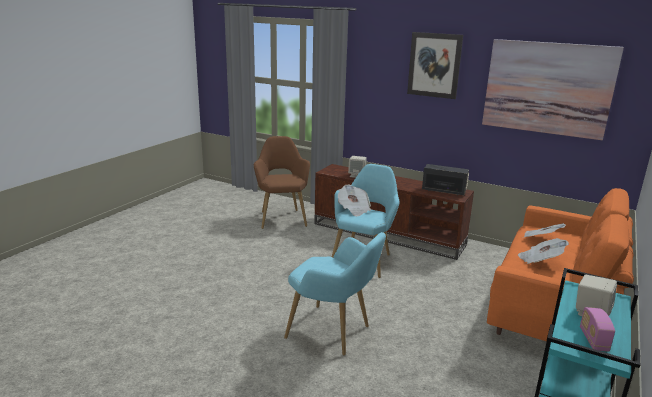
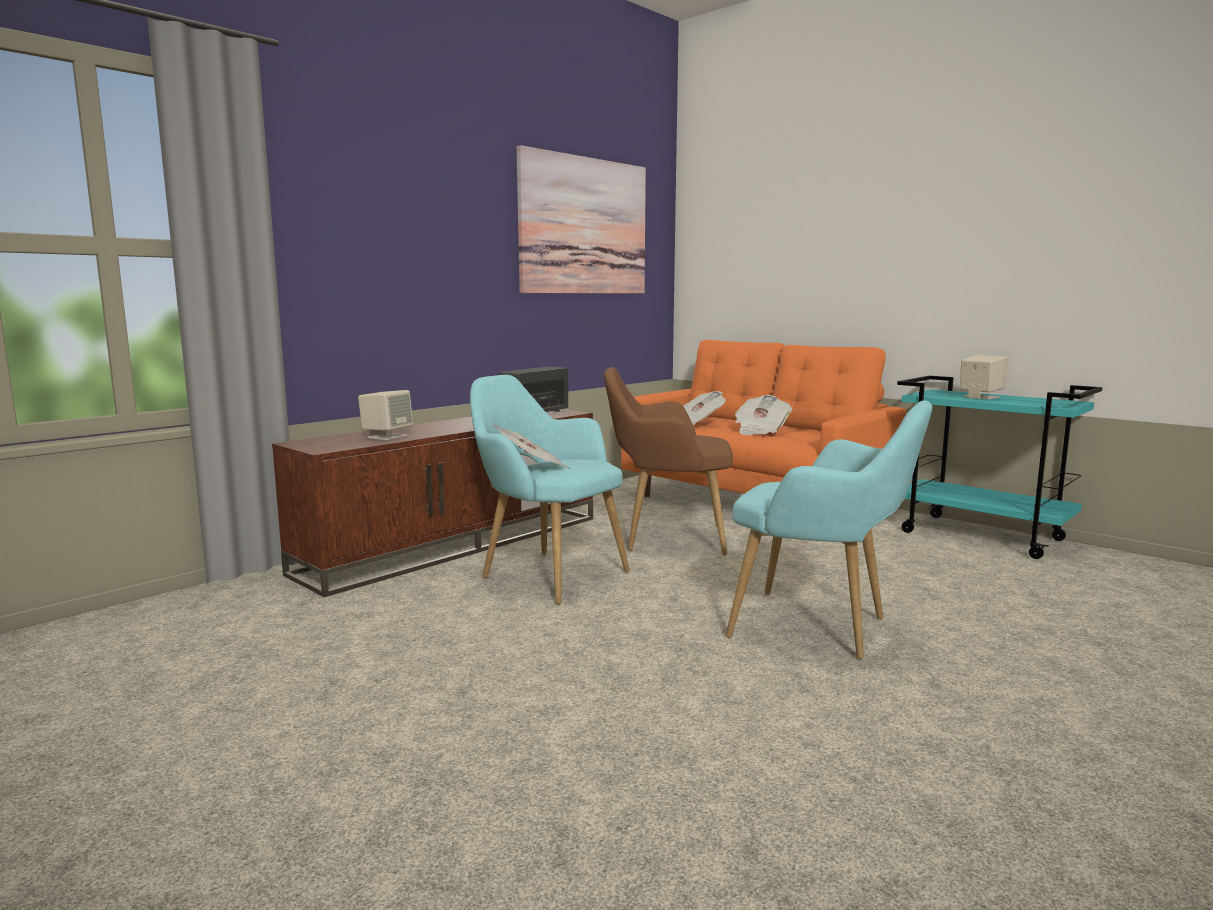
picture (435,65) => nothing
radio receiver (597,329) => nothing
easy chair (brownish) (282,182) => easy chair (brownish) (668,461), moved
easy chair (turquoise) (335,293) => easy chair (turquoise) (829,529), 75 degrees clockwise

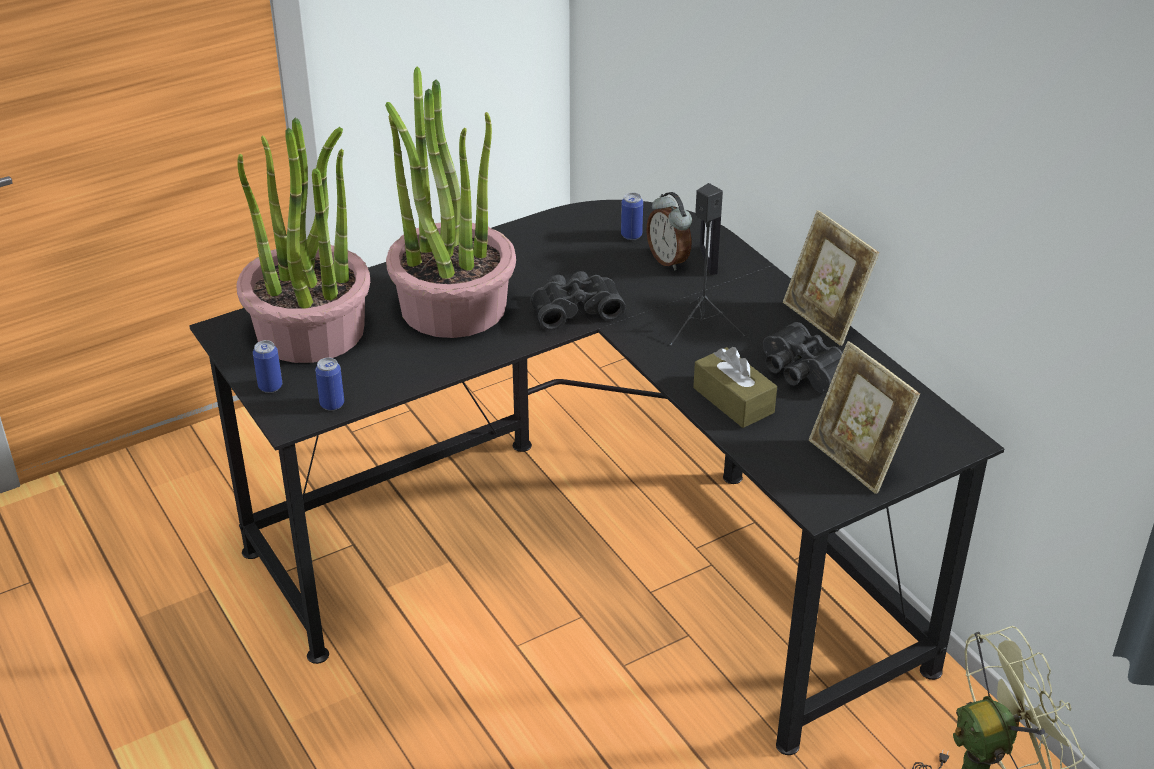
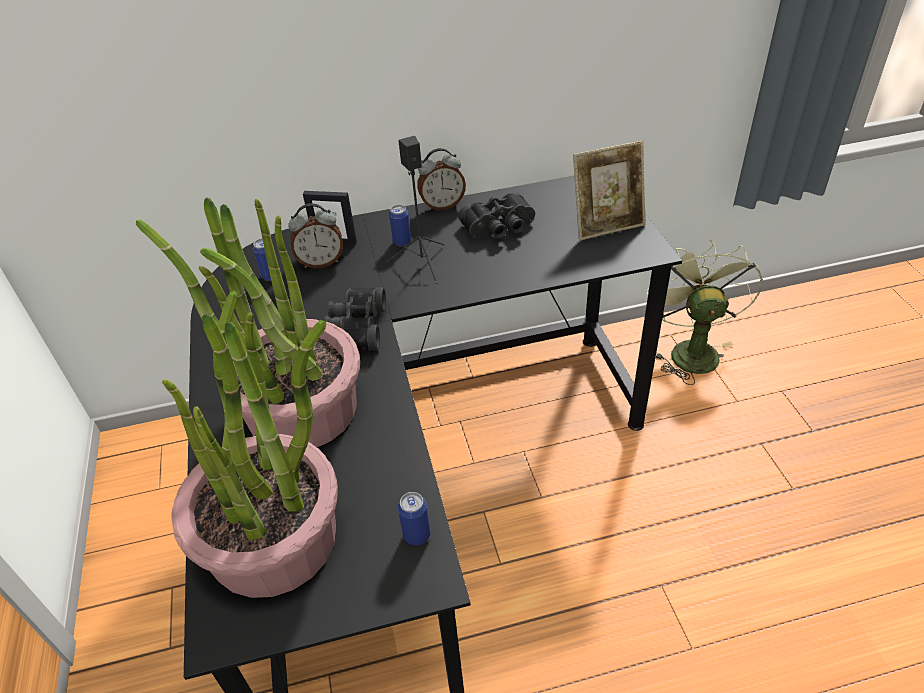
tissue box (brownish) (735,387) => nothing
metal can (267,366) => metal can (400,225), moved
photo frame (831,278) => table clock (441,179)

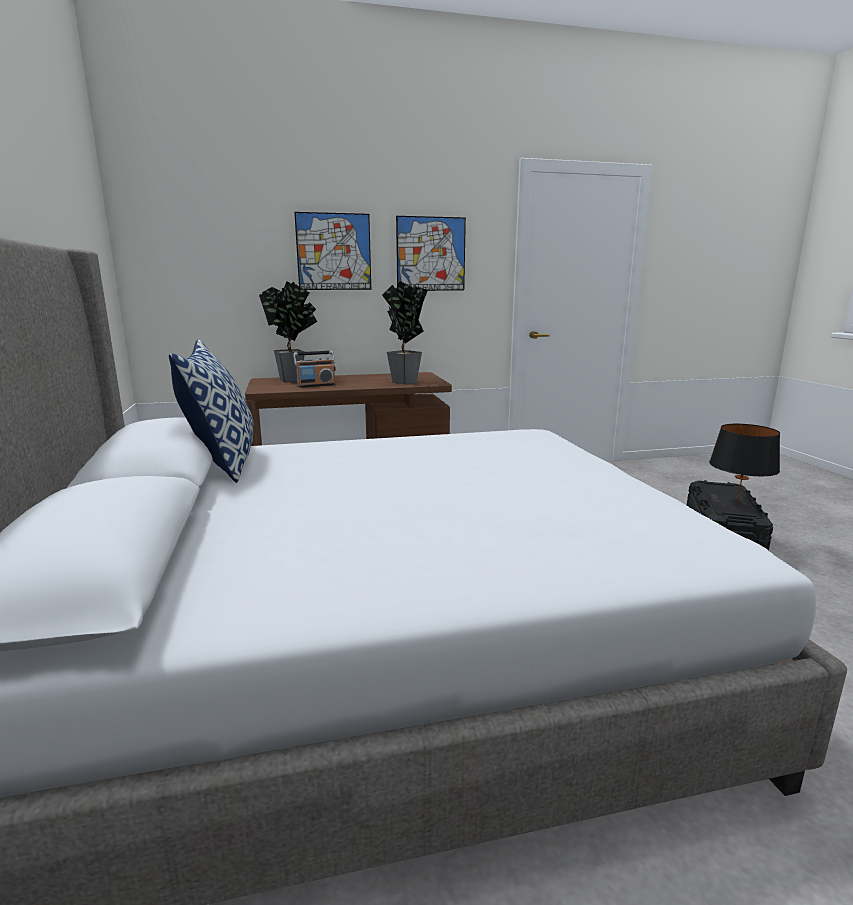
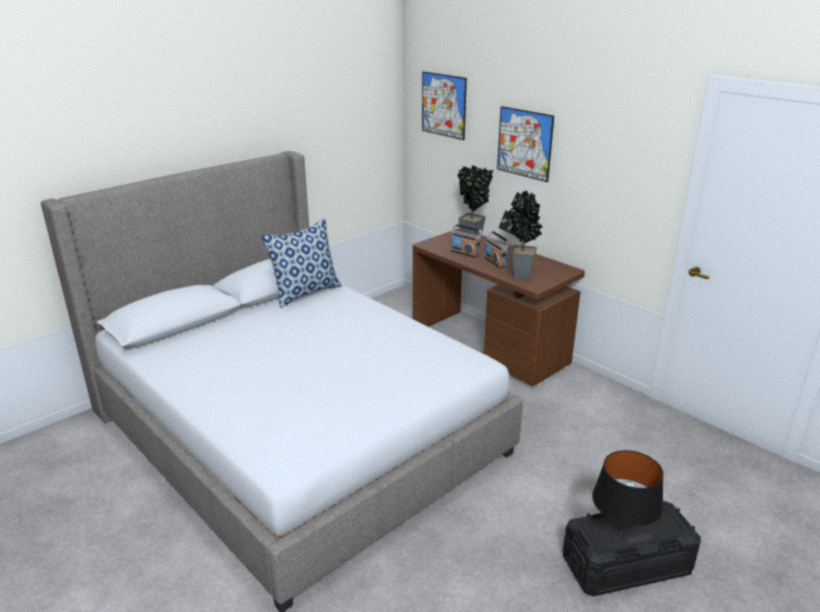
nothing => radio receiver (497,249)
picture (431,253) => picture (444,105), moved

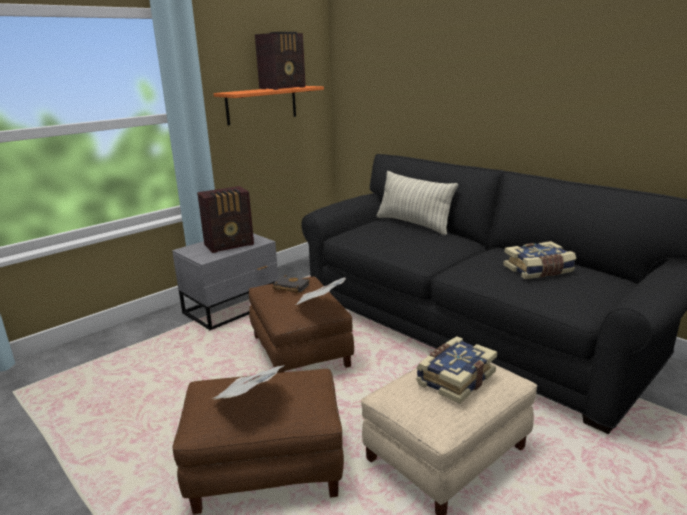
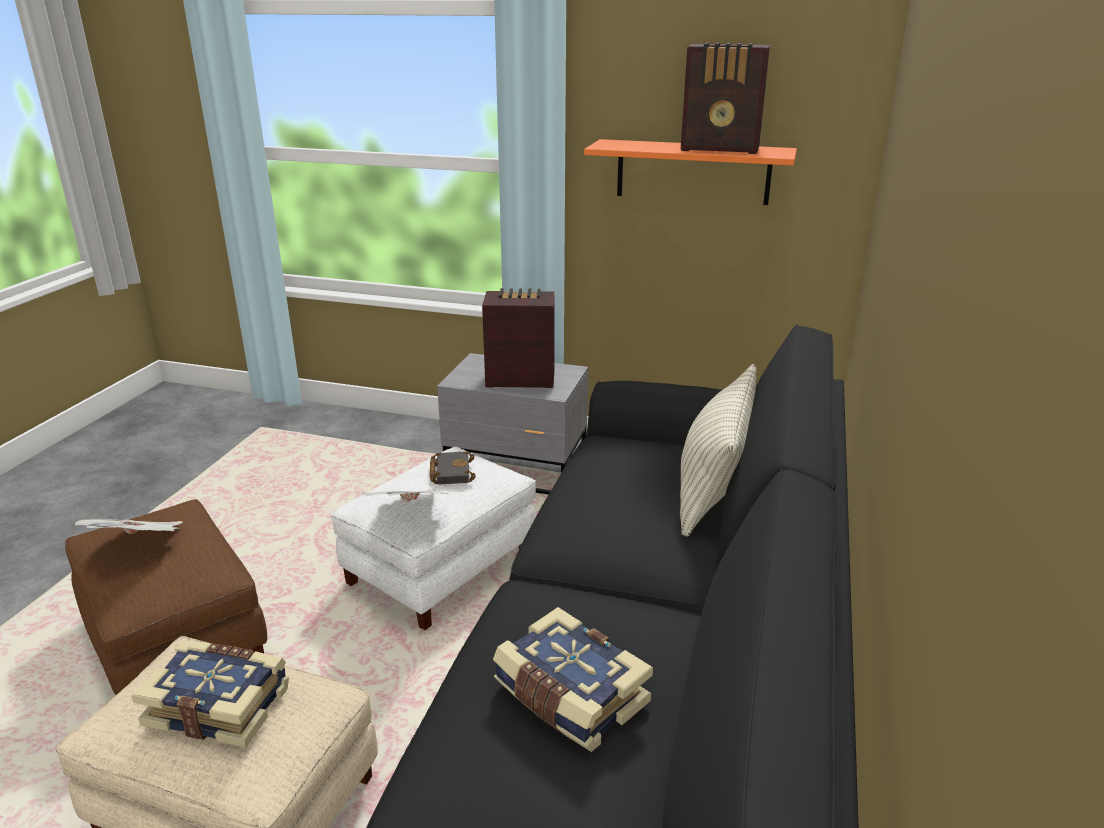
pouffe (brownish) (301,325) => pouffe (white) (433,538)
radio receiver (225,219) => radio receiver (518,338), 150 degrees clockwise

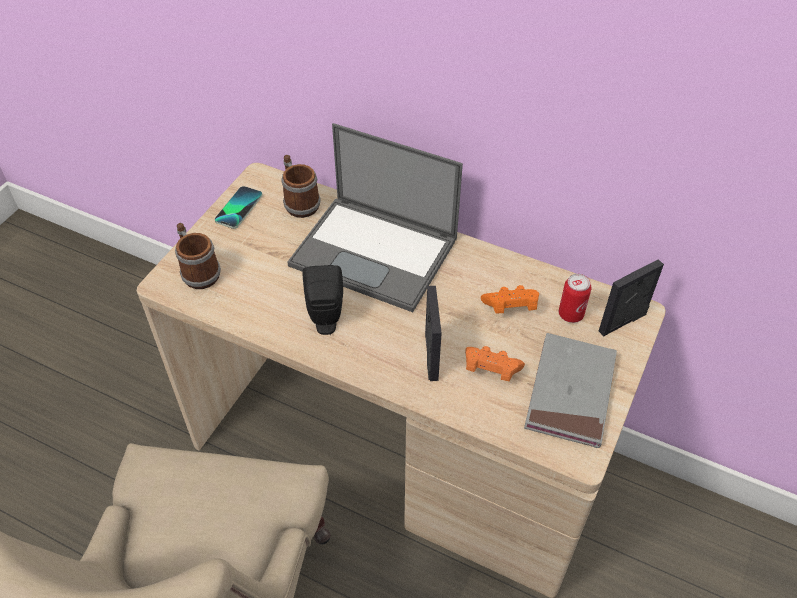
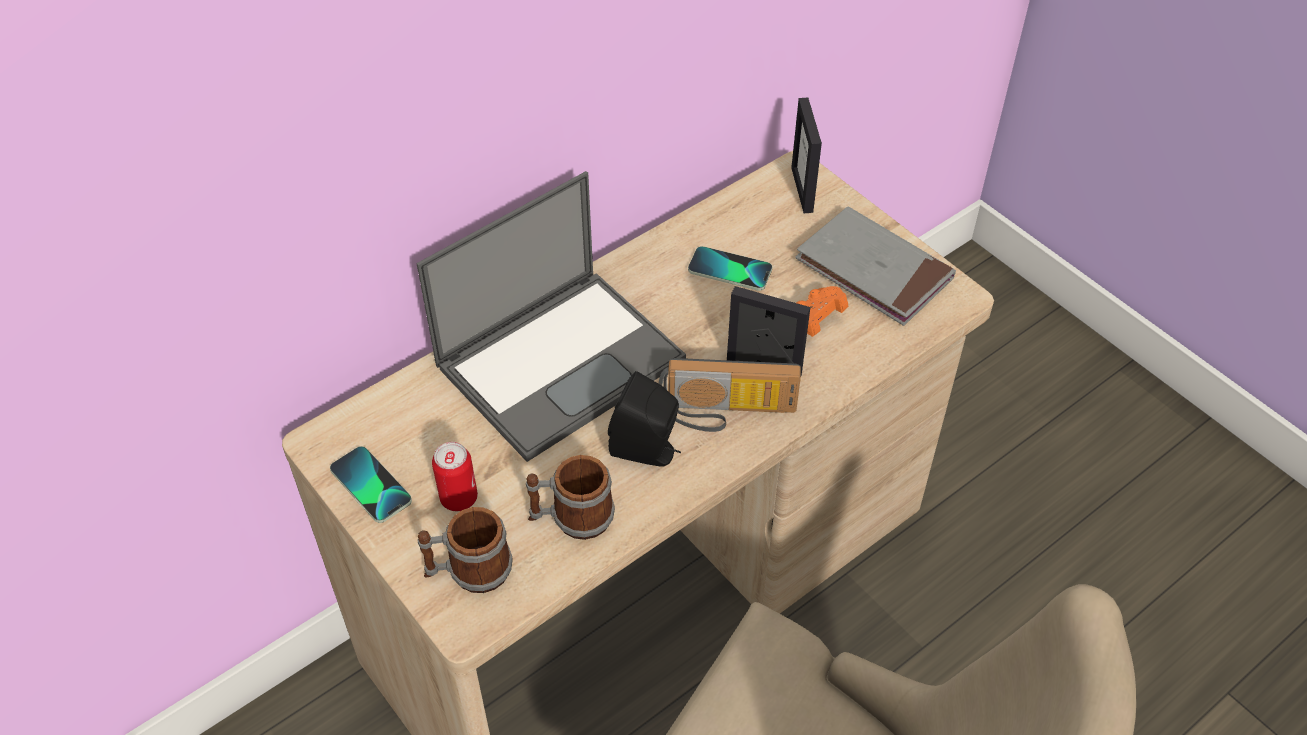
nothing => radio receiver (729,395)
mug (301,186) => mug (570,497), moved
metal can (575,298) => metal can (455,476), moved
joypad (orange) (510,299) => telephone (730,268)

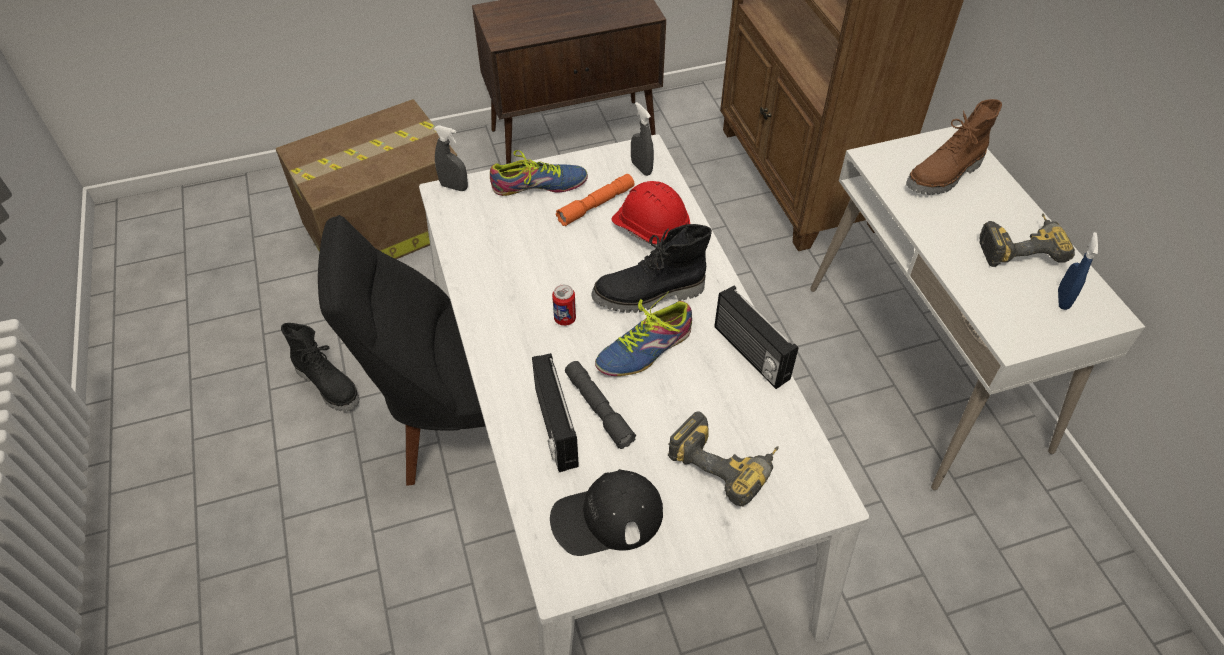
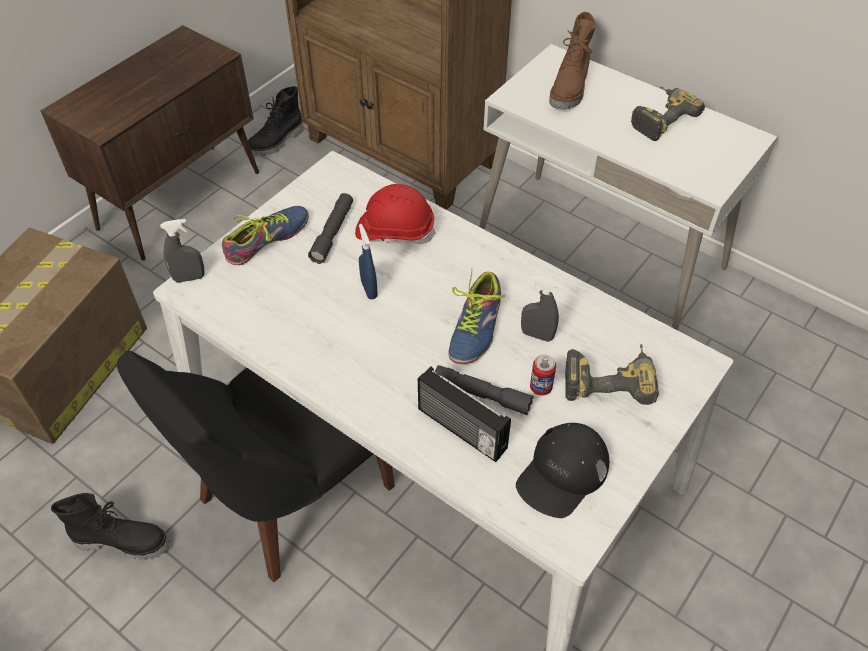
radio receiver (756,337) => nothing
metal can (564,305) => metal can (543,375), moved
boot (black-coloured) (651,268) => boot (black-coloured) (276,121), moved
spray bottle (greyish) (642,139) => spray bottle (greyish) (540,309), moved
spray bottle (blue) (1078,271) => spray bottle (blue) (368,261), moved
hand torch (orange) (595,200) => hand torch (greyish) (330,228)

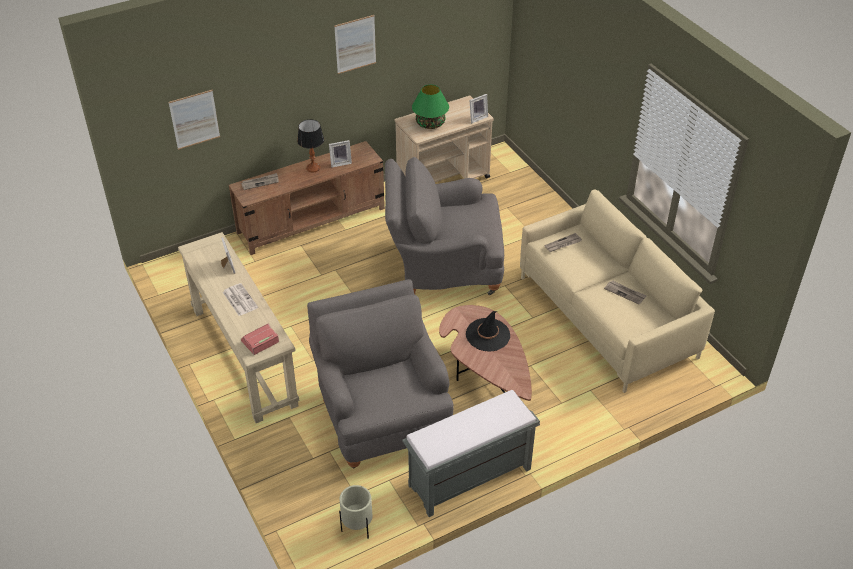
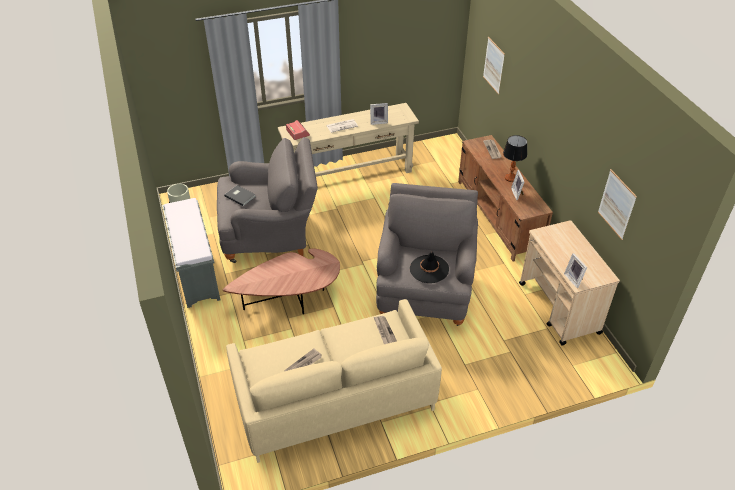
table lamp (green) (430,106) => nothing
nothing => book (greyish) (240,195)
picture (355,44) => picture (617,204), moved
wearable hat (black-coloured) (488,331) => wearable hat (black-coloured) (429,267), moved

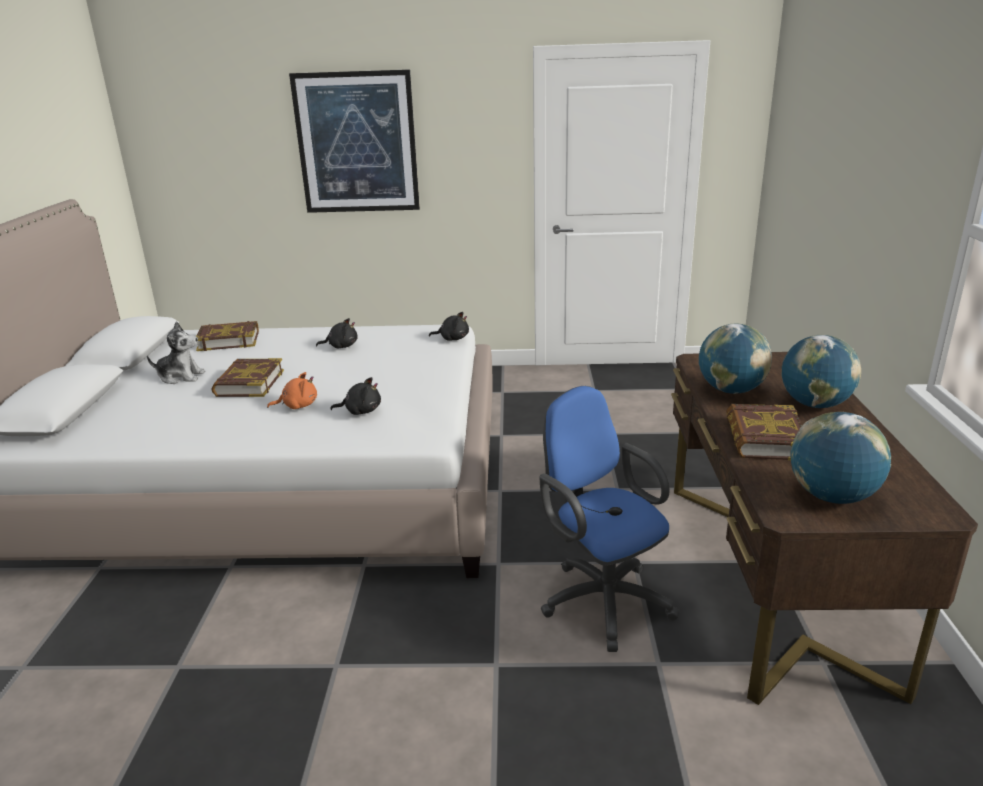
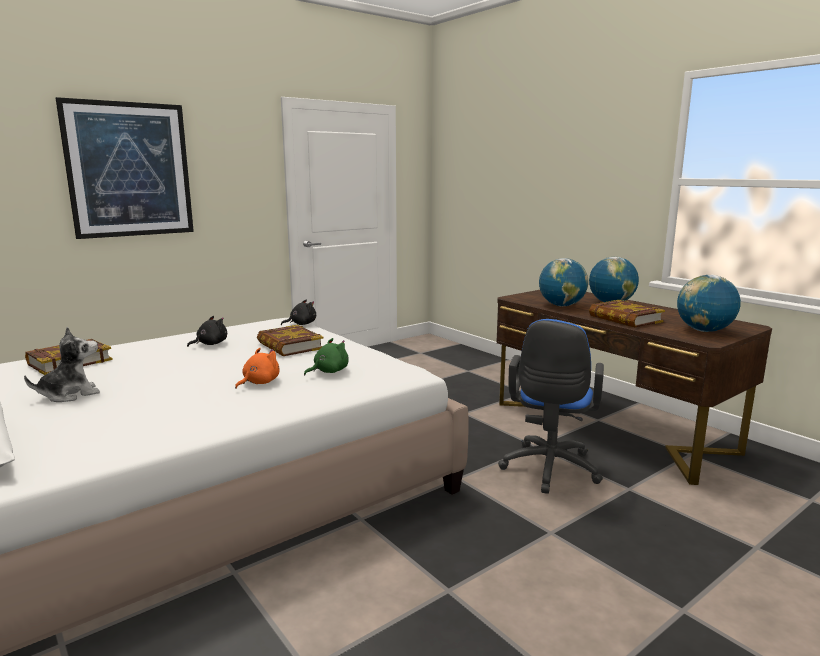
book (247,377) => book (290,340), moved
cuddly toy (black-coloured) (355,396) => cuddly toy (green) (326,356)
computer chair (blue) (609,519) => computer chair (blue) (551,406), 90 degrees counterclockwise

